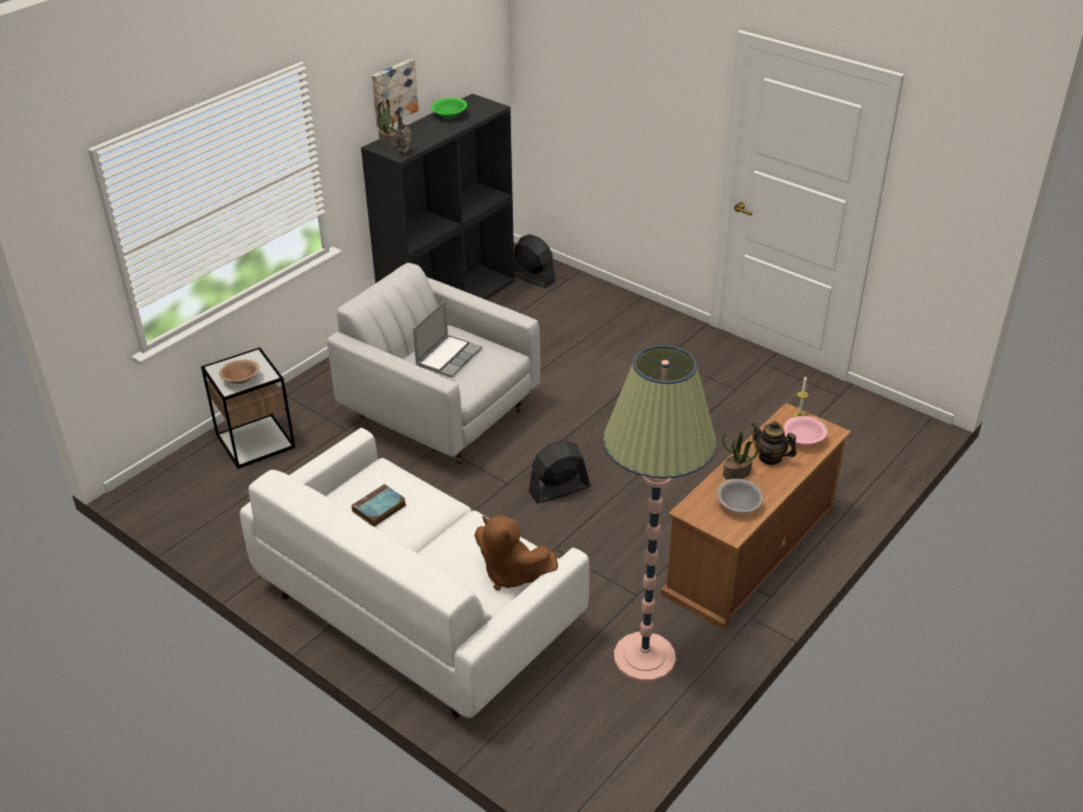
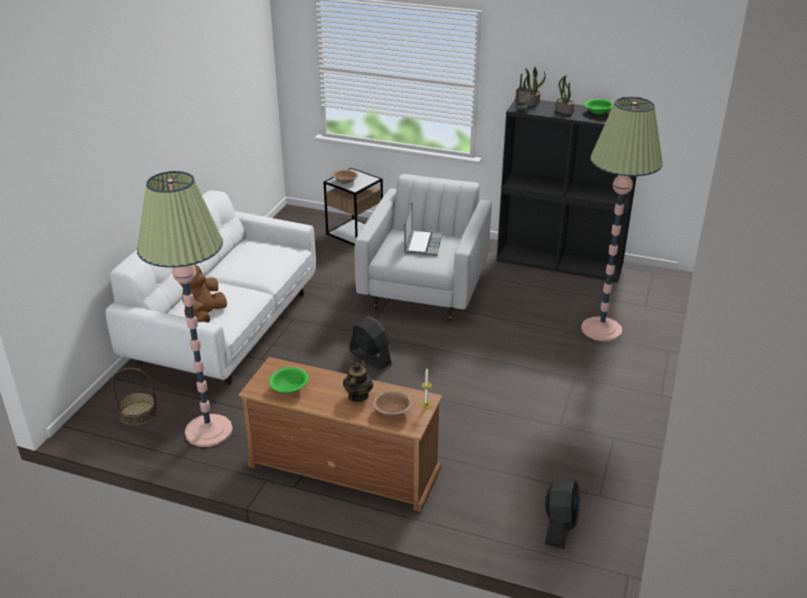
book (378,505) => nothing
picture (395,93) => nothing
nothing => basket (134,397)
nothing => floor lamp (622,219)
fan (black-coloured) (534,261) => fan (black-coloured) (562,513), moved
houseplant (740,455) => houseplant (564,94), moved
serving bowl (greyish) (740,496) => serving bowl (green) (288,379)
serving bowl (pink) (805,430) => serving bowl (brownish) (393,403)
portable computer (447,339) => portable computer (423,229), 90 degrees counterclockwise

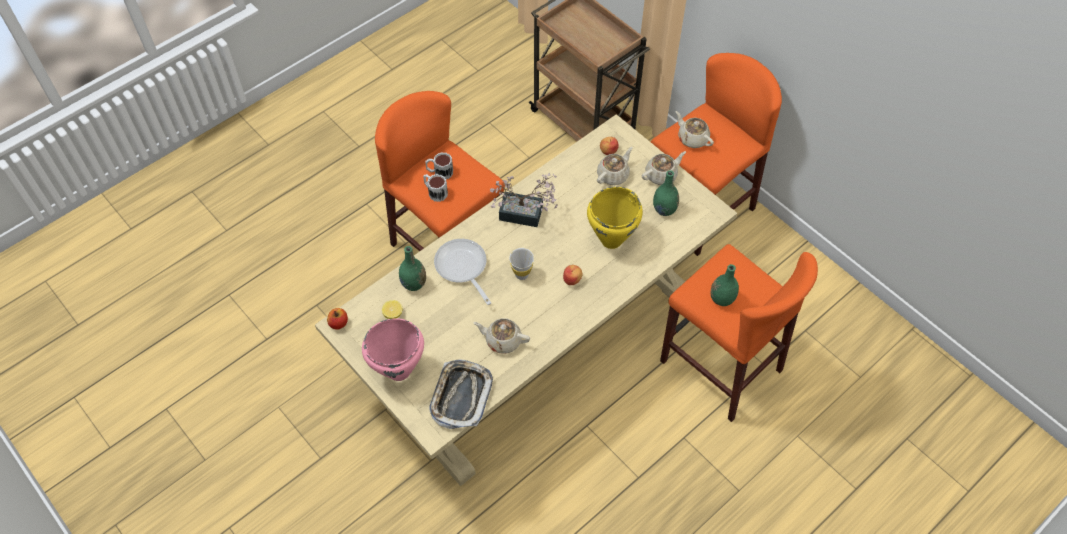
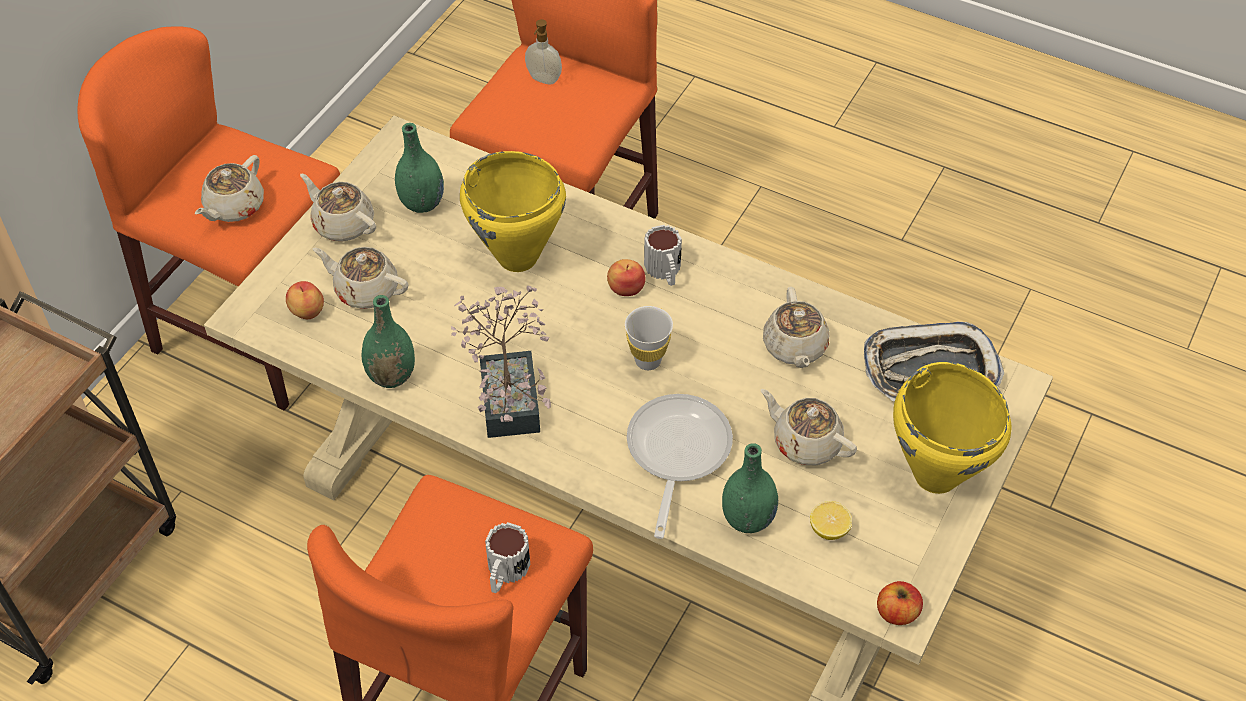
nothing => soap bottle (543,51)
nothing => pot for tea (beige) (809,427)
mug (439,166) => mug (663,255), moved
decorative vase (green) (725,285) => decorative vase (green) (388,341), moved
stockpot (pink) (393,349) => stockpot (yellow) (952,428)
pan (462,272) => pan (680,466), 150 degrees clockwise

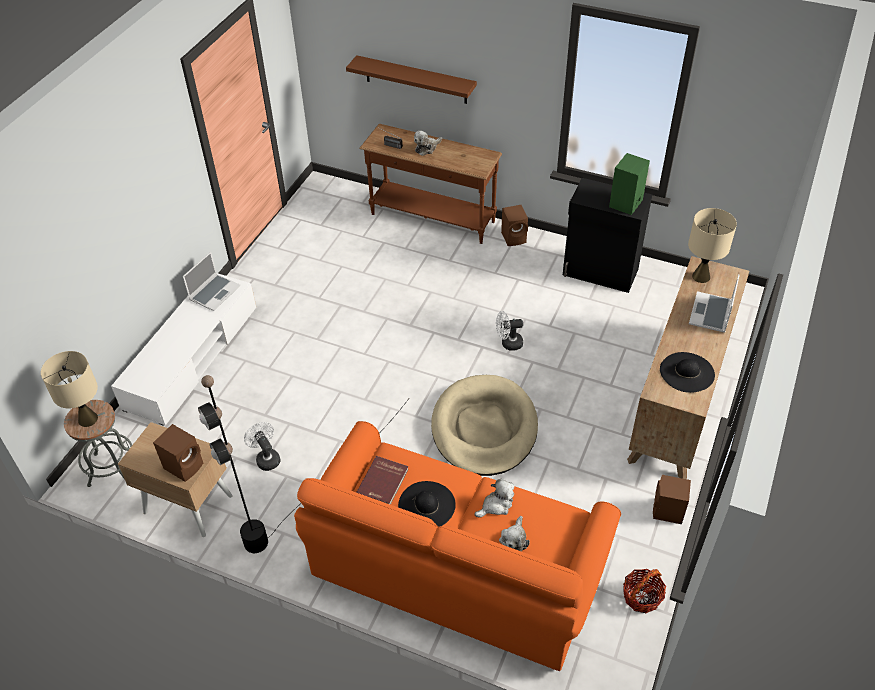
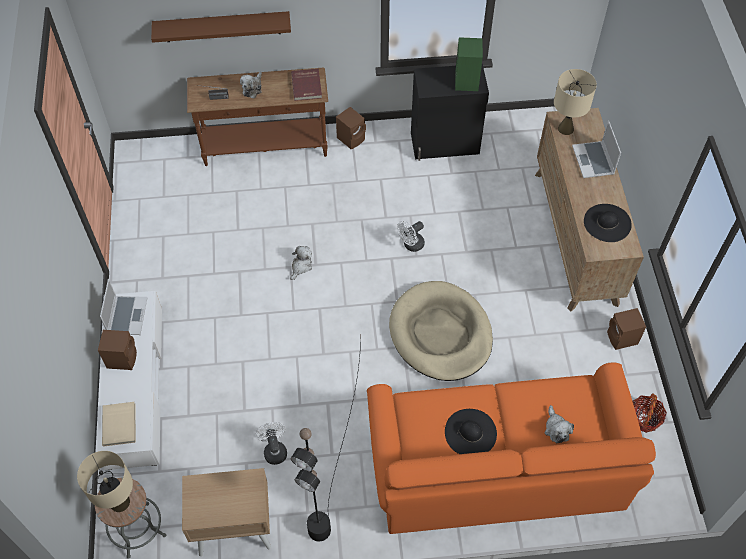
nothing => book (beige) (119,424)
audio speaker (brownish) (178,453) => audio speaker (brownish) (117,350), moved
book (reddish) (382,480) => book (reddish) (306,84), moved
cuddly toy (494,498) => cuddly toy (301,263), moved
fan (white) (262,446) => fan (white) (271,443), 45 degrees clockwise

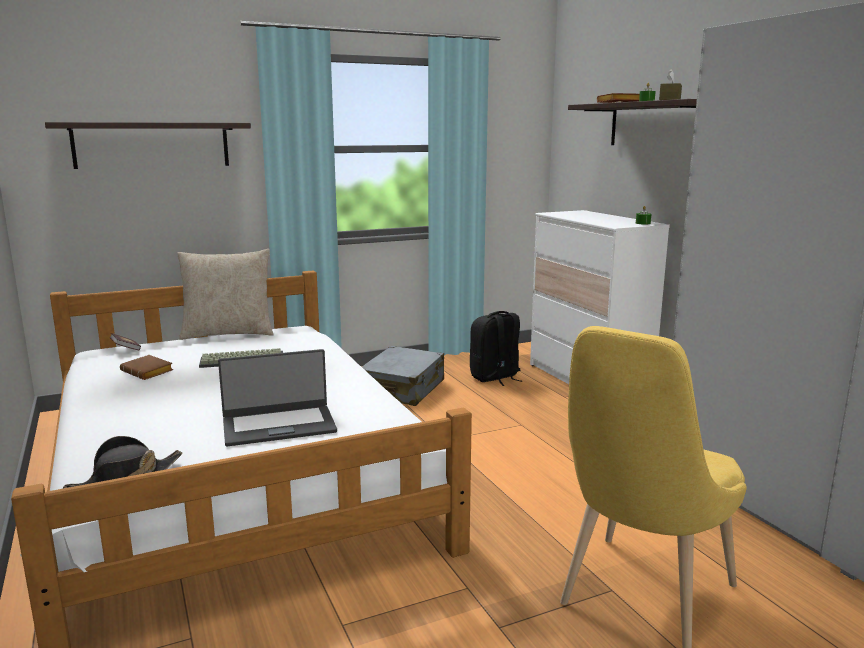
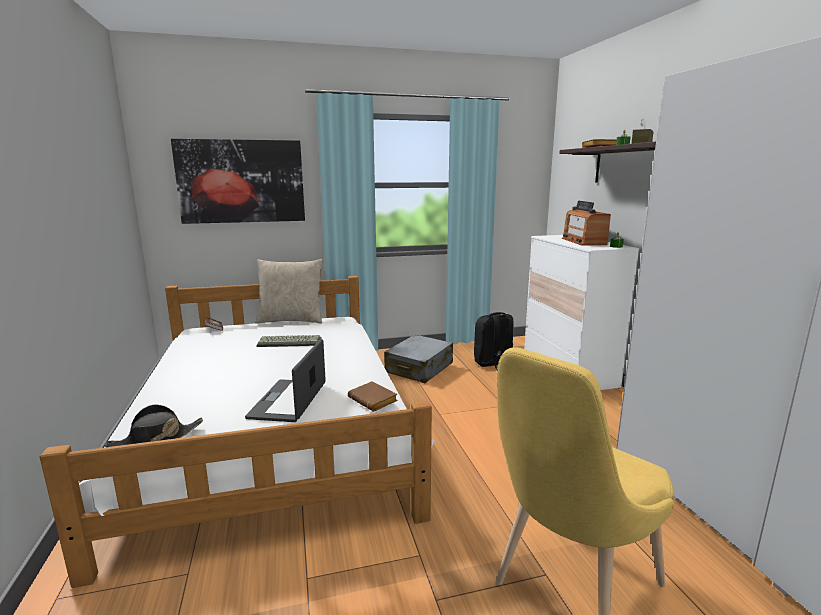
nothing => radio receiver (586,223)
book (brownish) (146,367) => book (brownish) (373,396), moved
wall shelf (148,145) => picture (238,181)
portable computer (277,397) => portable computer (285,380), 105 degrees clockwise

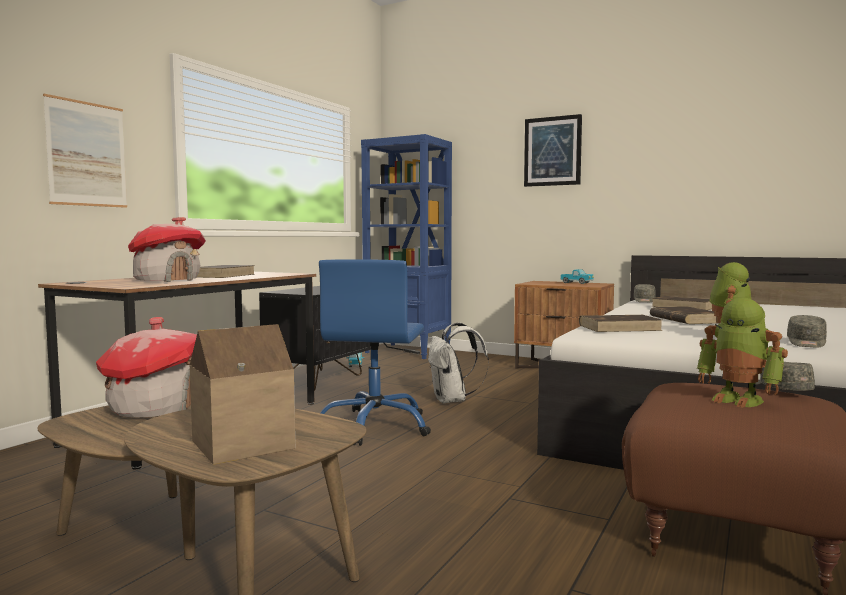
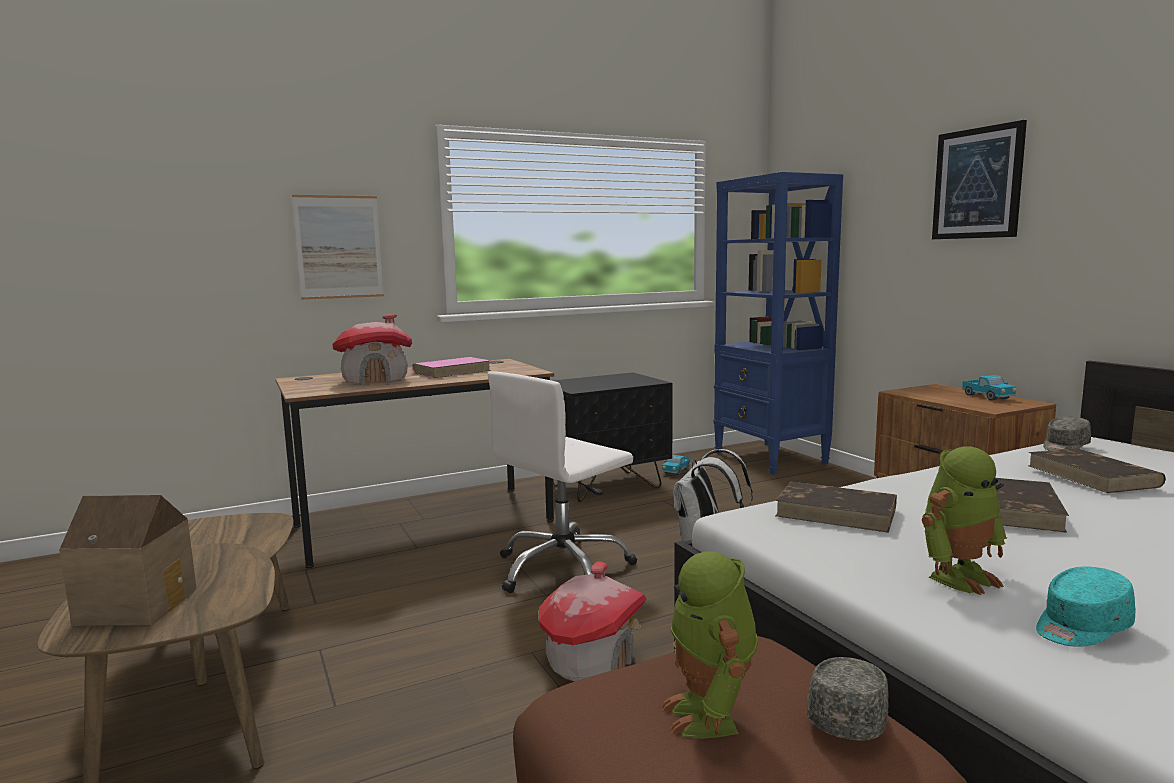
miniature house (146,367) => miniature house (592,621), moved
book (brownish) (226,271) => book (pink) (451,367)
computer chair (blue) (375,352) => computer chair (white) (562,482)
peaked cap (greyish) (807,331) => peaked cap (turquoise) (1086,607)

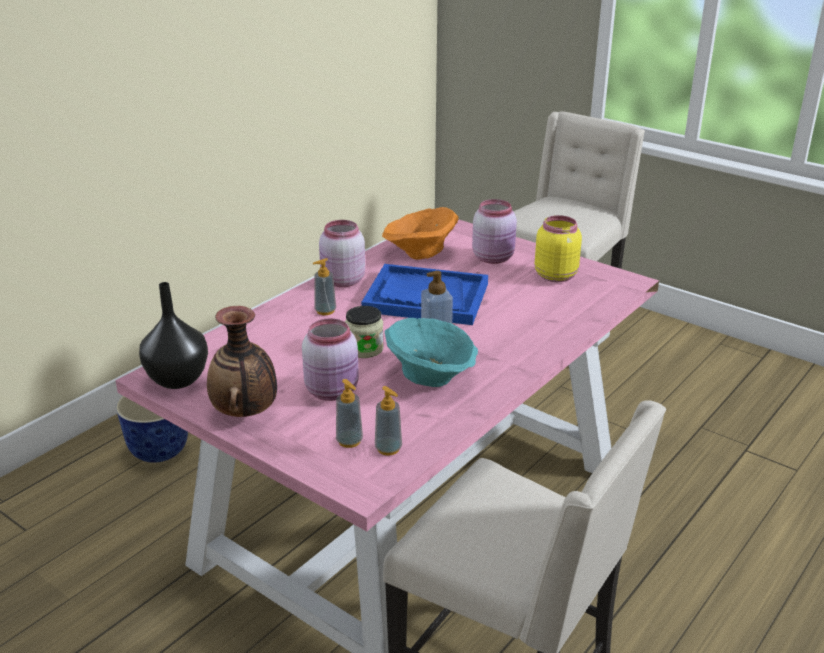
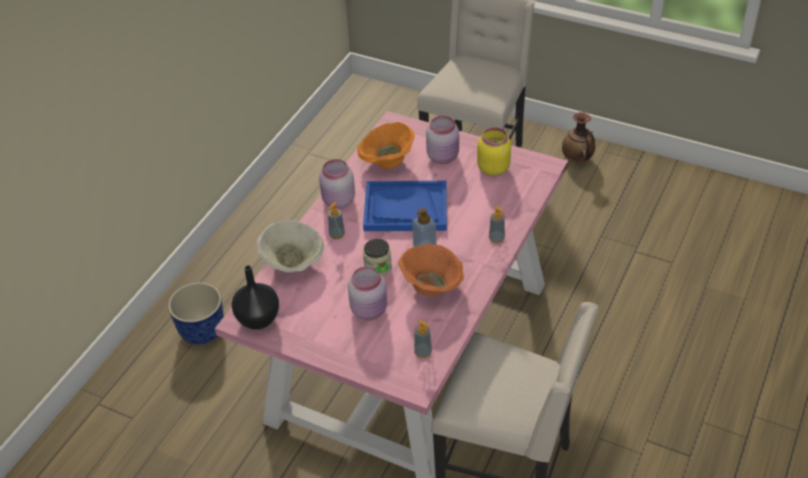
nothing => serving bowl (beige) (290,246)
decorative vase (242,361) => decorative vase (578,137), moved
soap bottle (349,413) => soap bottle (497,225), moved
serving bowl (turquoise) (431,352) => serving bowl (orange) (431,270)

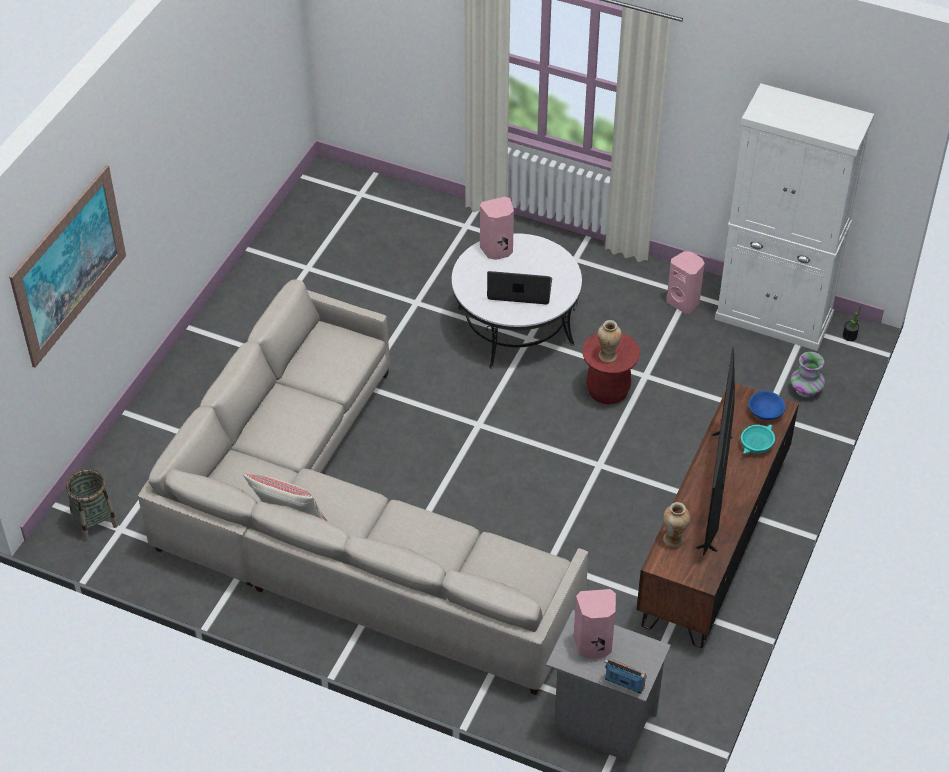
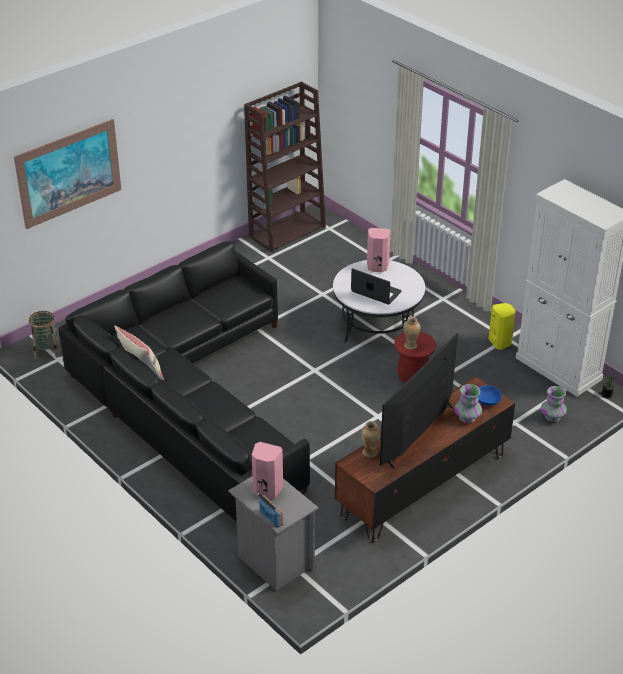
nothing => bookcase (brownish) (285,167)
serving bowl (turquoise) (758,439) => decorative vase (468,403)
settee (beige) (363,487) => settee (black-coloured) (184,381)
audio speaker (pink) (686,282) => audio speaker (yellow) (502,326)

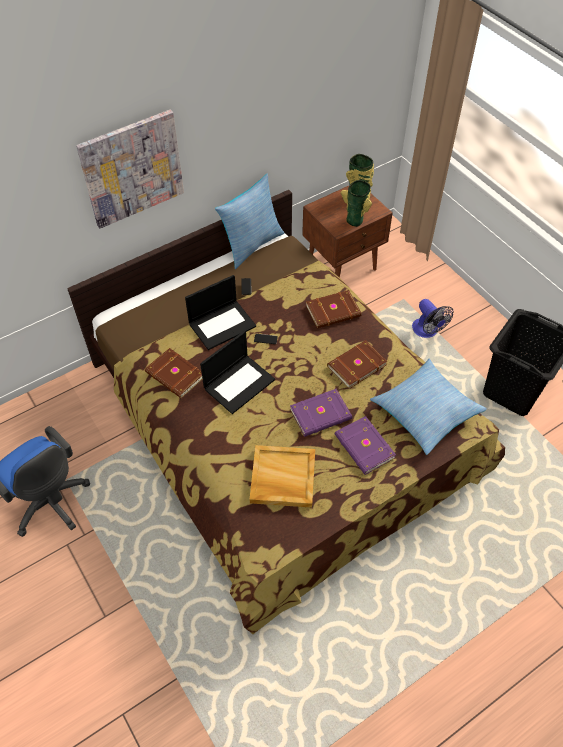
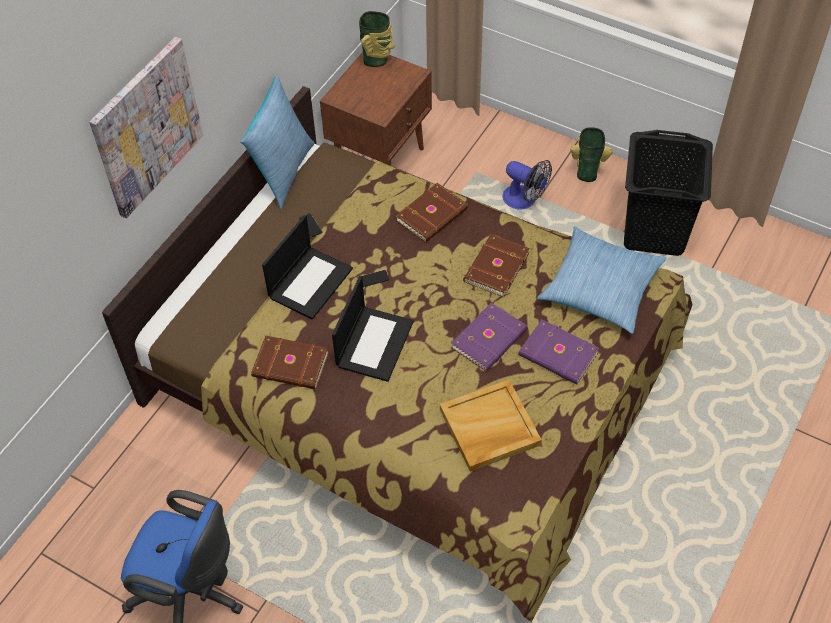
decorative vase (356,203) => decorative vase (591,154), moved

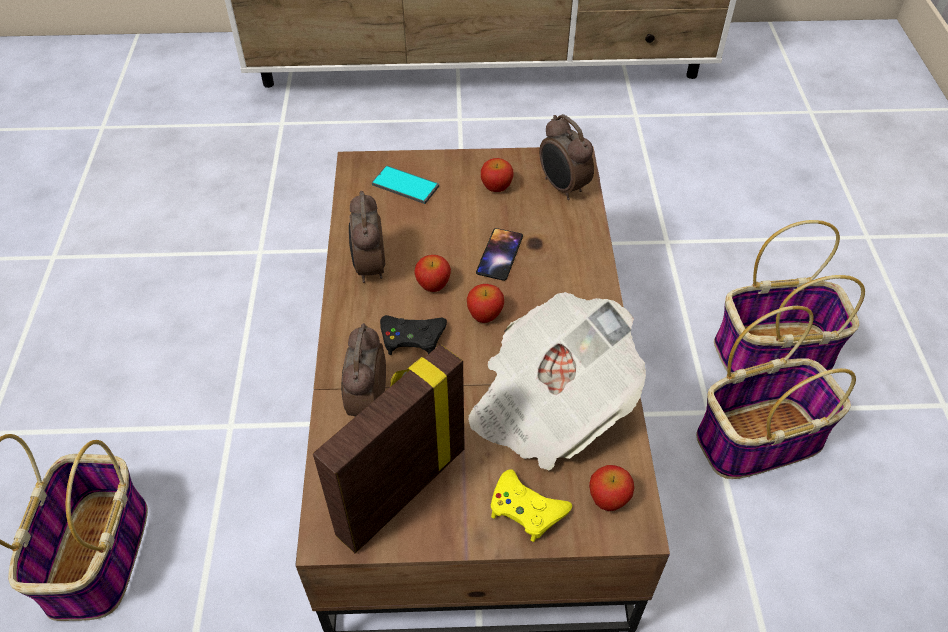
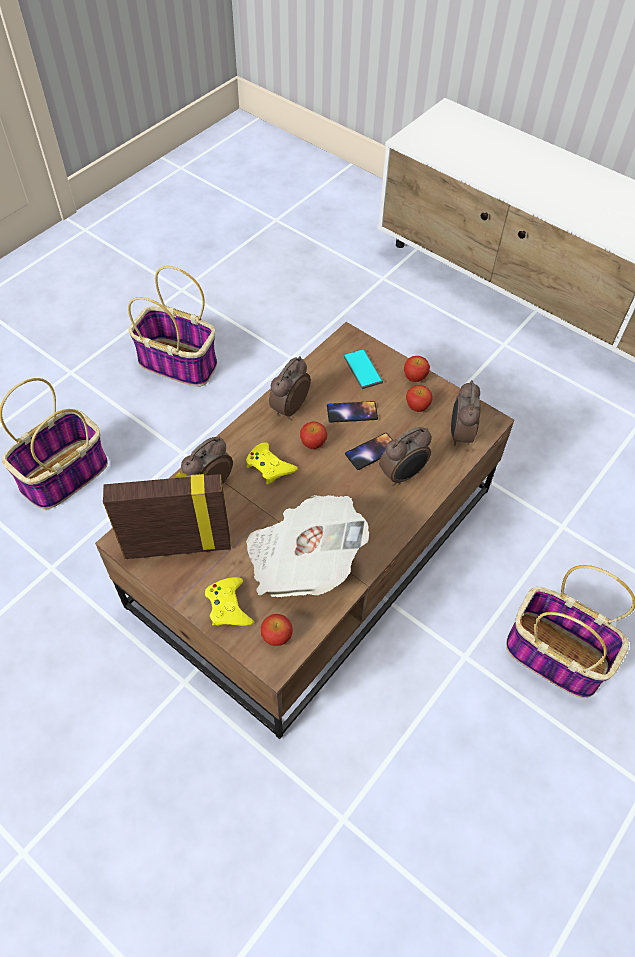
nothing => telephone (352,412)
nothing => table clock (405,456)
apple fruit (485,303) => apple fruit (417,369), moved
basket (776,392) => basket (172,326), moved
joypad (black-coloured) (413,335) => joypad (yellow) (272,463)

